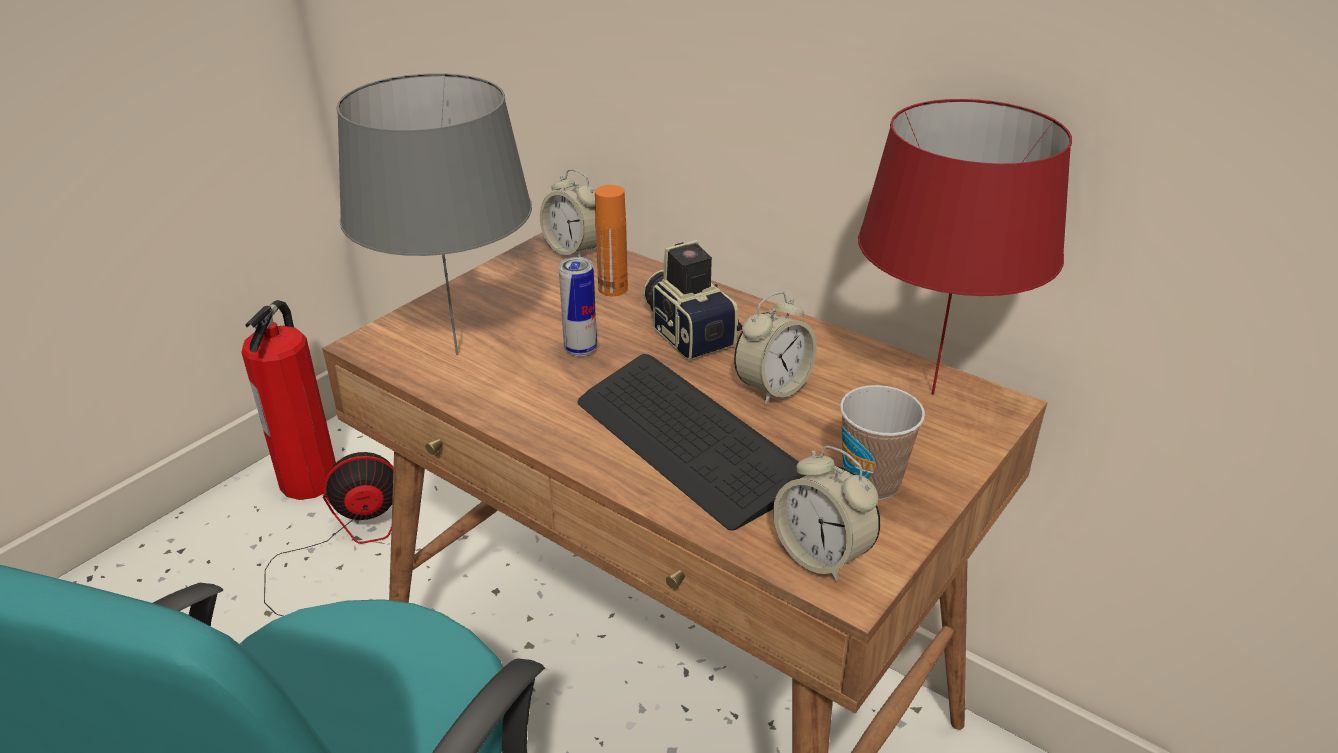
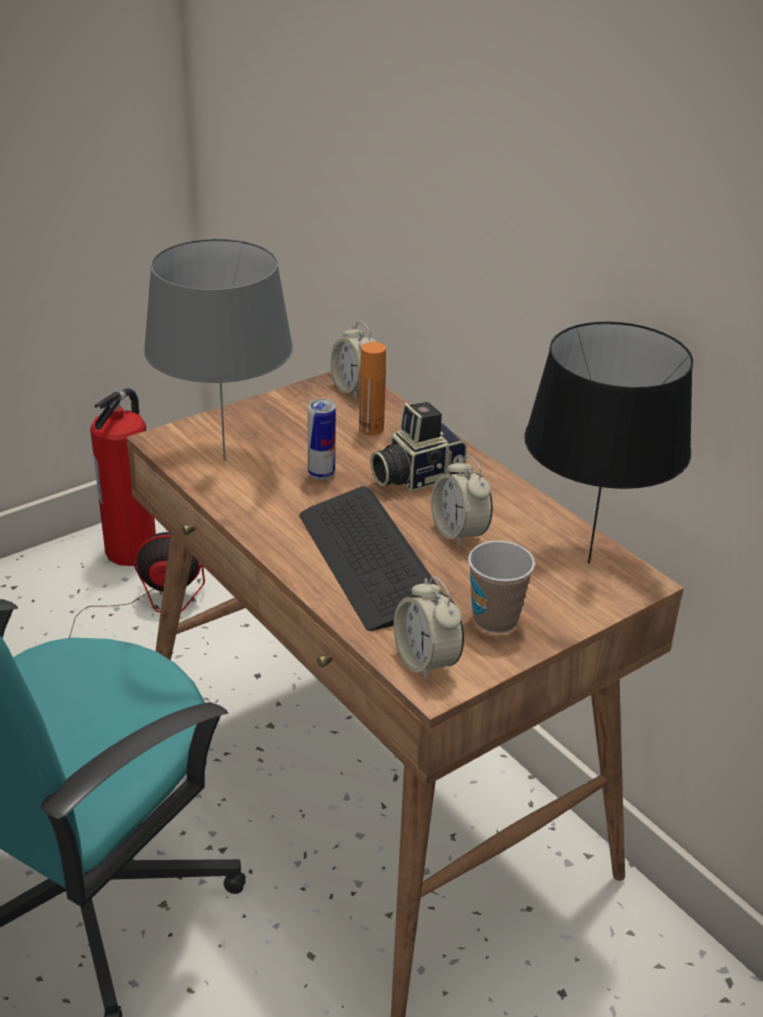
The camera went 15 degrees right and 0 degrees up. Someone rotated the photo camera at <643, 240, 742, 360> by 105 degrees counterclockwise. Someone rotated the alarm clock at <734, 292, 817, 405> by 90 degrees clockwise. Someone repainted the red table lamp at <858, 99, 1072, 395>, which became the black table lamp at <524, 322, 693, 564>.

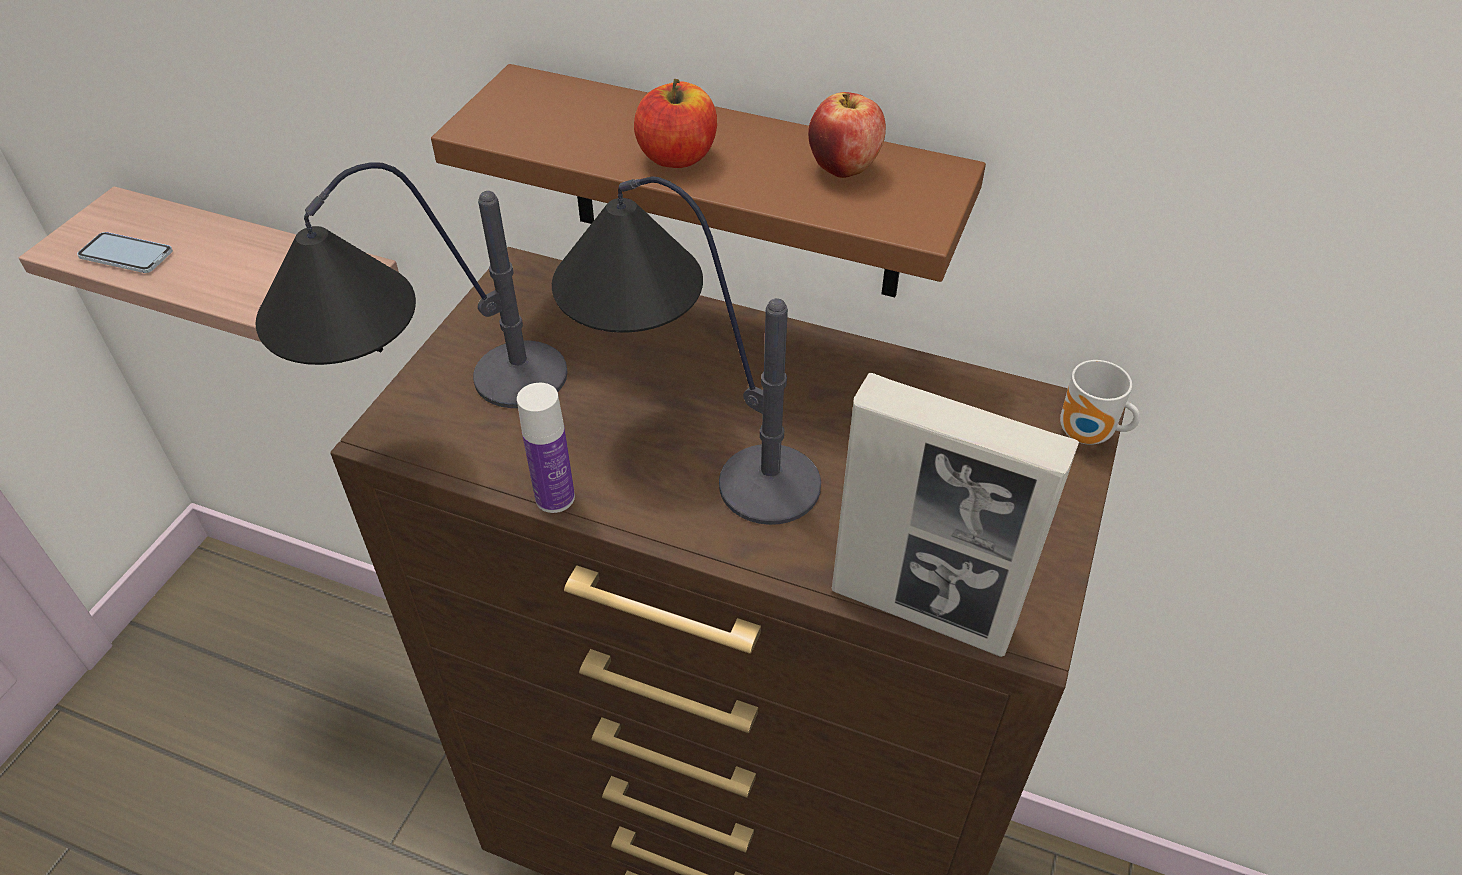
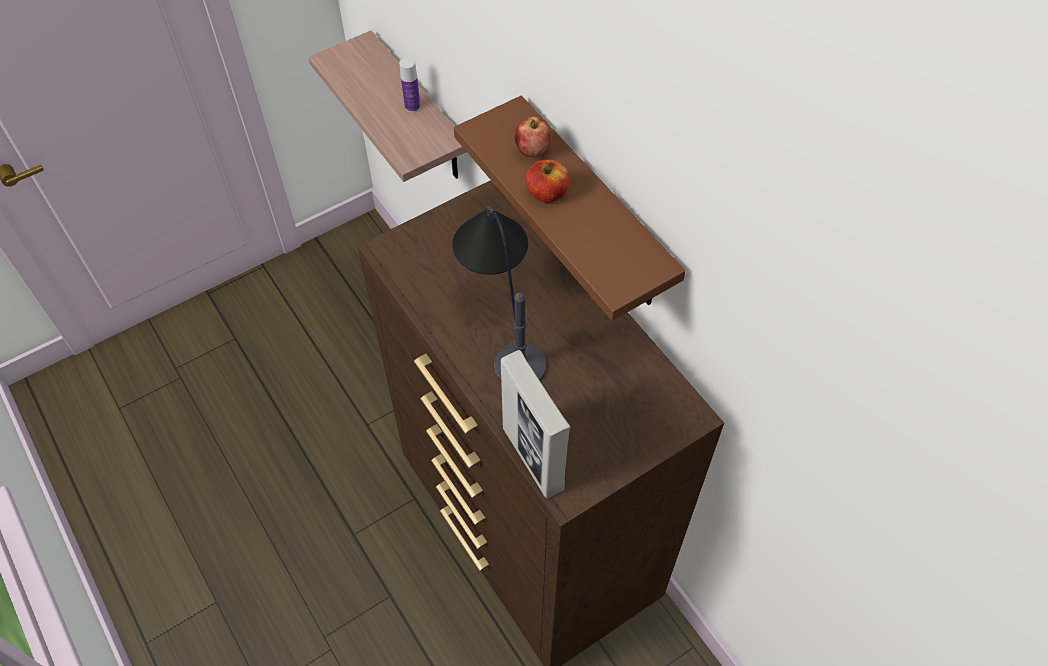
The camera went 35 degrees right and 10 degrees up. Someone carried the bottle from <517, 383, 575, 513> to <399, 57, 421, 112>. Someone carried the apple from <808, 92, 886, 178> to <515, 117, 552, 157>. Someone took away the phone at <77, 232, 173, 273>. Someone took away the table lamp at <256, 162, 568, 408>. Someone took away the mug at <1060, 360, 1140, 445>.

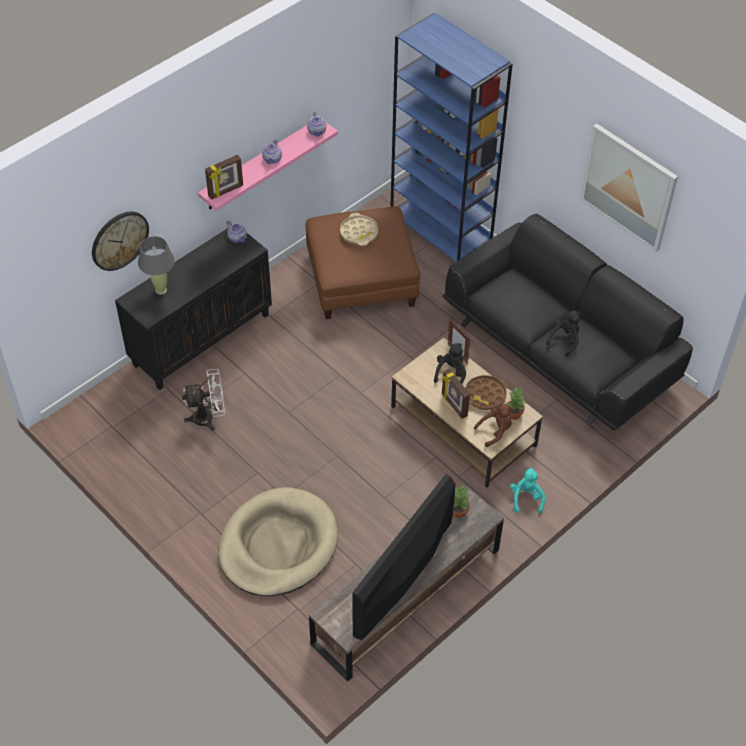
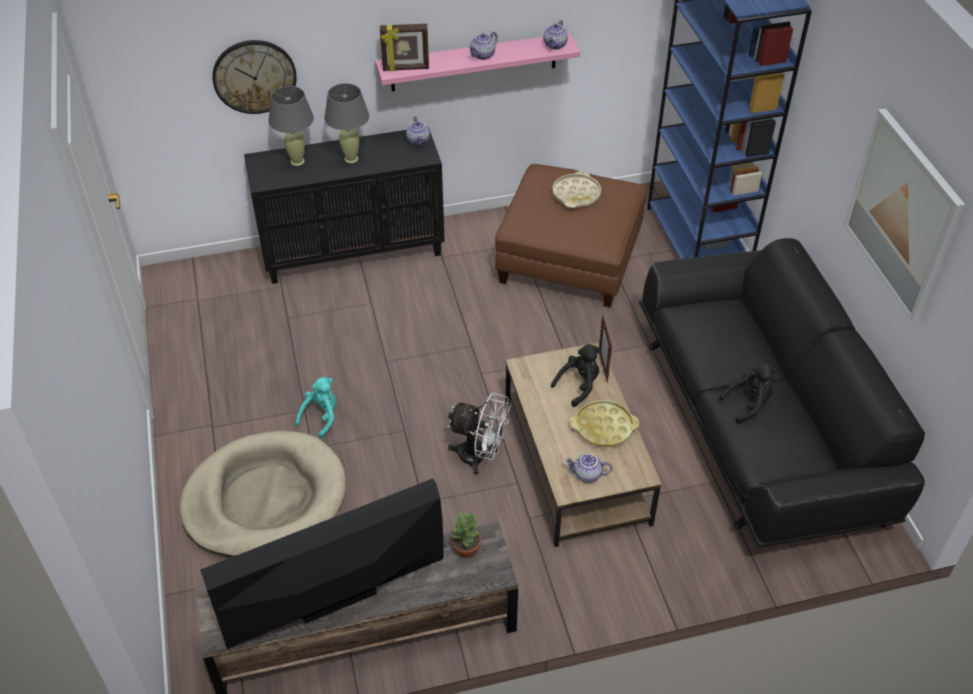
The camera went 30 degrees right and 5 degrees down. Someone carried the turquoise plush toy from <510, 467, 545, 514> to <295, 377, 337, 438>. Someone put down the grey table lamp at <324, 83, 369, 163>. Someone carried the white fan from <182, 369, 225, 431> to <447, 393, 510, 475>. Someone swapped the brown plush toy at <474, 404, 514, 447> for the teapot at <565, 454, 612, 483>. Someone repainted the brown tray at <465, 375, 508, 410>, which became the yellow tray at <570, 400, 639, 447>. Someone took away the picture frame at <442, 369, 470, 419>. Someone took away the potted plant at <507, 387, 525, 420>.

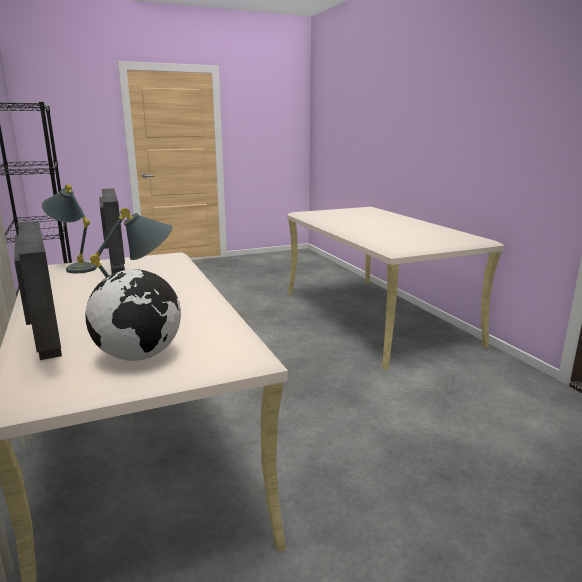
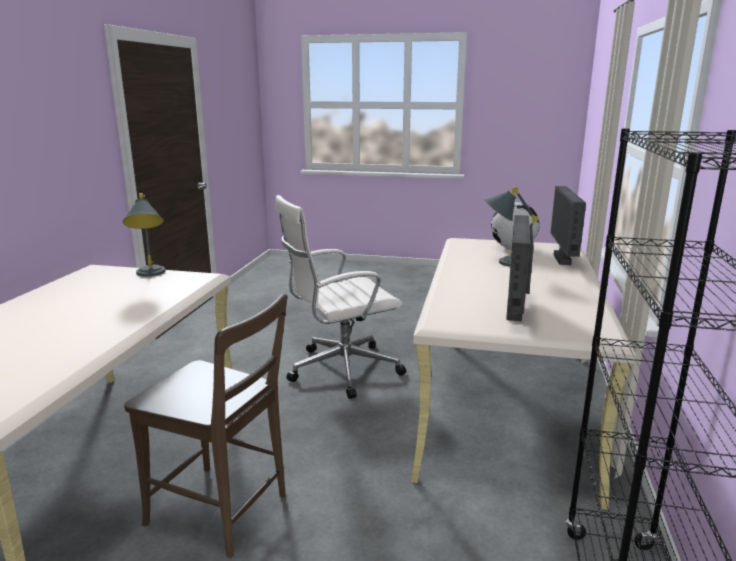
The camera went 145 degrees left and 0 degrees up. Someone carried the grey table lamp from <42, 184, 97, 273> to <123, 193, 165, 277>. Someone put down the brown chair at <124, 294, 287, 558>. Someone put down the white office chair at <275, 195, 406, 399>.

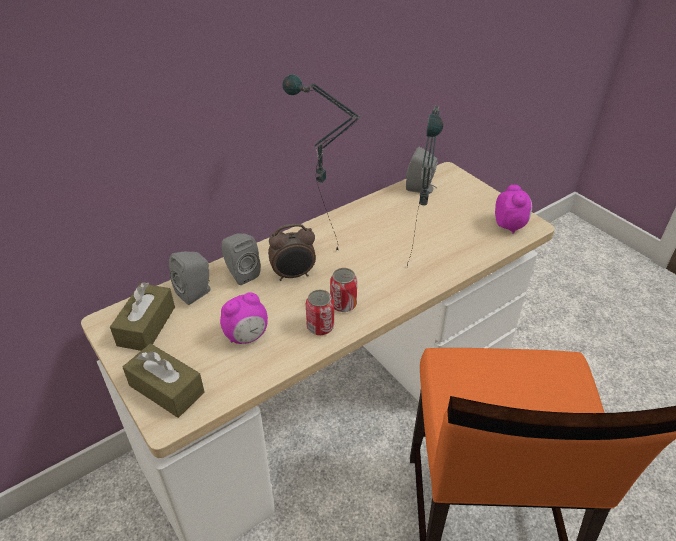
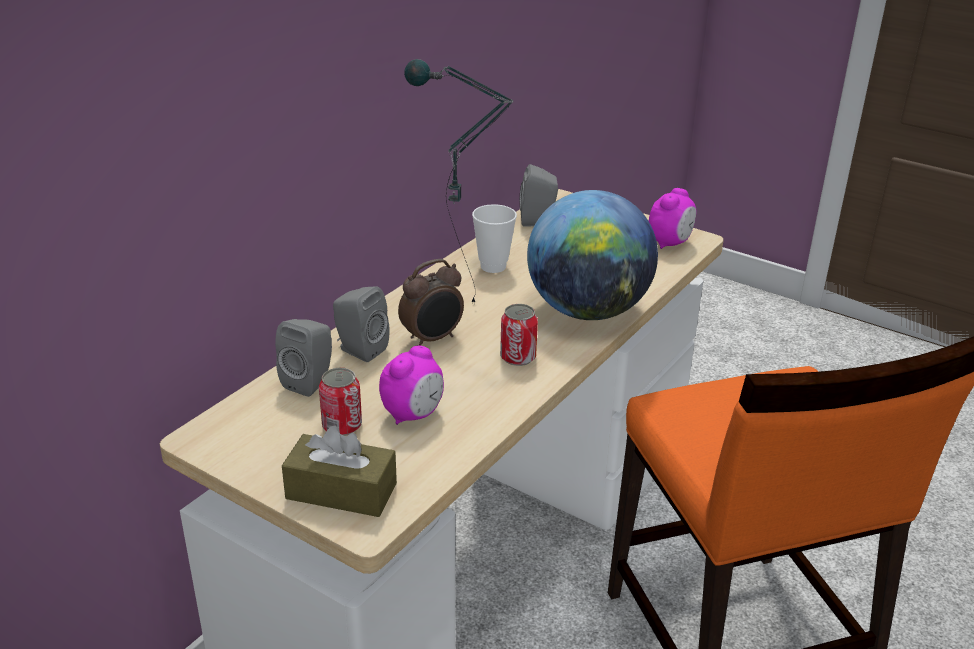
The camera went 20 degrees left and 10 degrees down. Someone carried the can from <306, 290, 334, 335> to <319, 368, 362, 436>. Someone put down the cup at <472, 204, 517, 273>. Someone swapped the table lamp at <407, 106, 443, 266> for the globe at <527, 190, 658, 320>. Someone rotated the alarm clock at <495, 185, 532, 234> by 60 degrees clockwise. Someone took away the brown tissue box at <110, 282, 175, 351>.

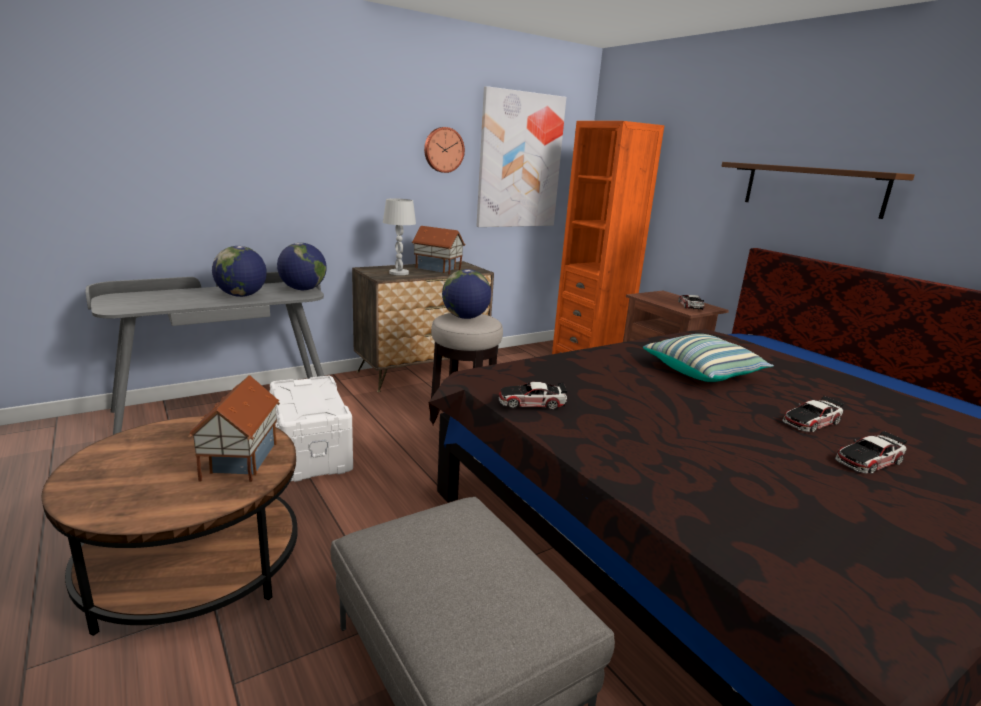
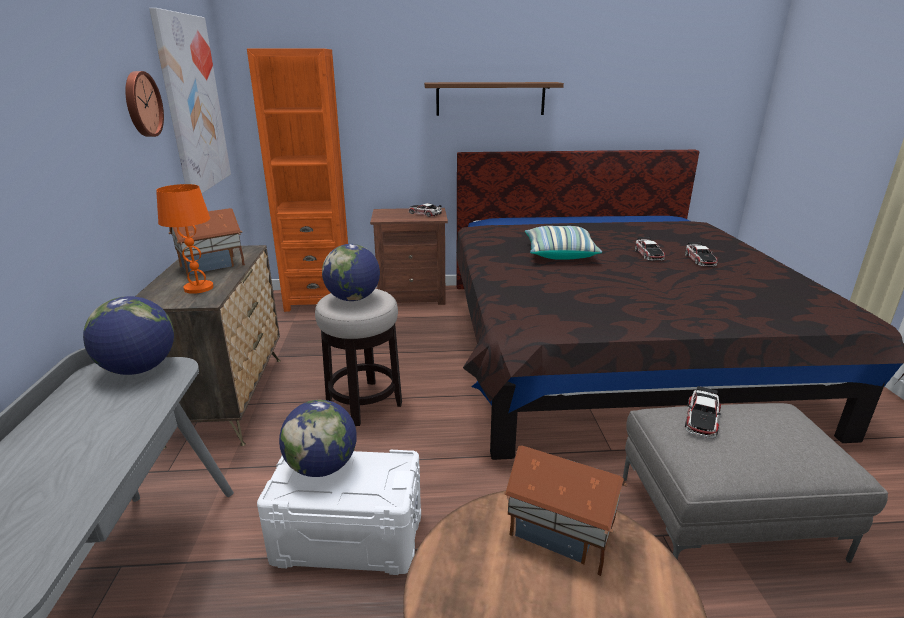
The camera went 60 degrees left and 5 degrees up. Someone repainted the white table lamp at <383, 198, 416, 275>, which became the orange table lamp at <156, 184, 214, 294>. Someone carried the globe from <212, 246, 267, 297> to <279, 400, 357, 477>. Someone carried the toy car from <499, 382, 567, 410> to <685, 386, 721, 438>.

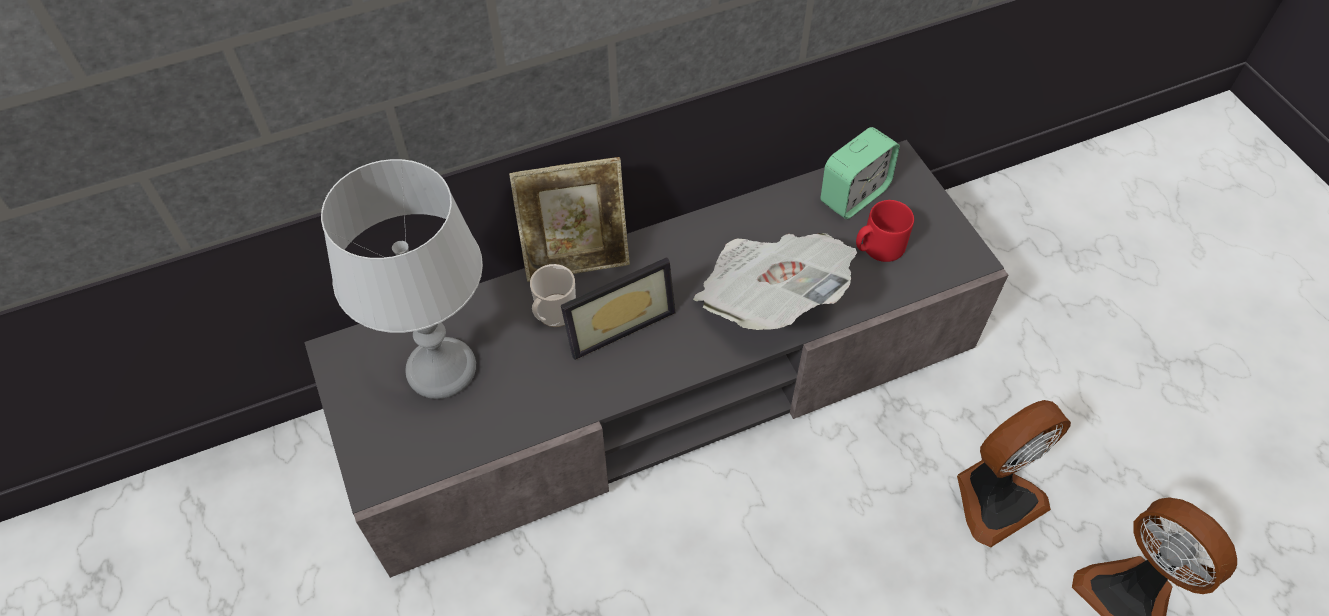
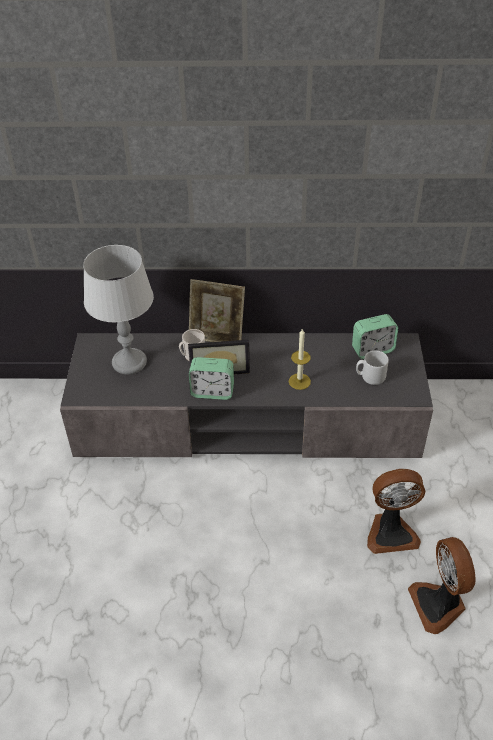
The camera went 25 degrees right and 10 degrees down. Someone put down the alarm clock at <189, 357, 234, 400>. Someone swapped the newspaper at <693, 233, 857, 330> for the candle at <289, 329, 311, 390>. Someone repainted the red mug at <856, 200, 914, 262>, which became the grey mug at <356, 351, 389, 385>.

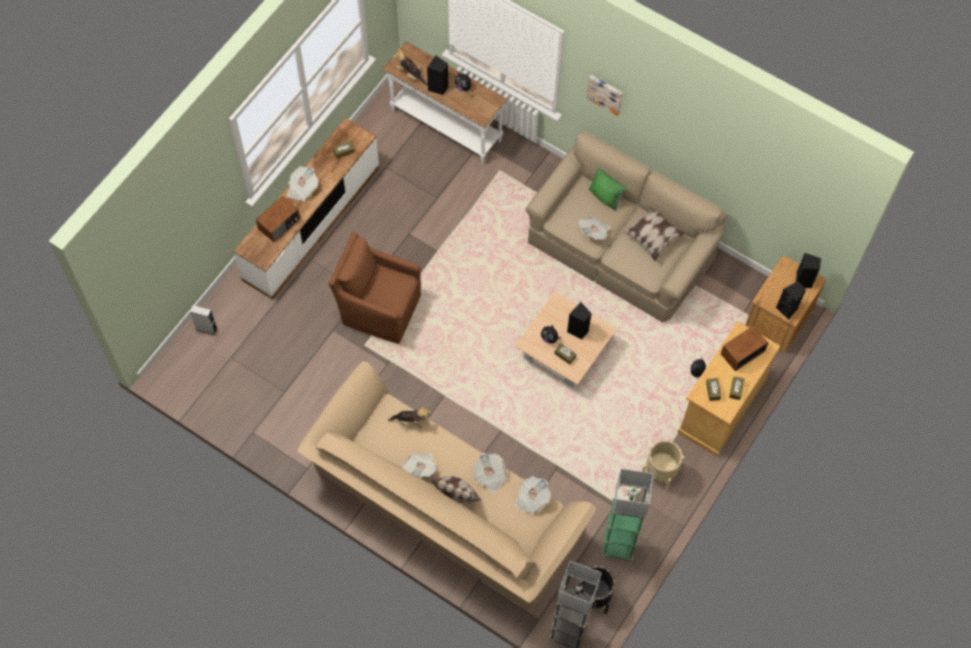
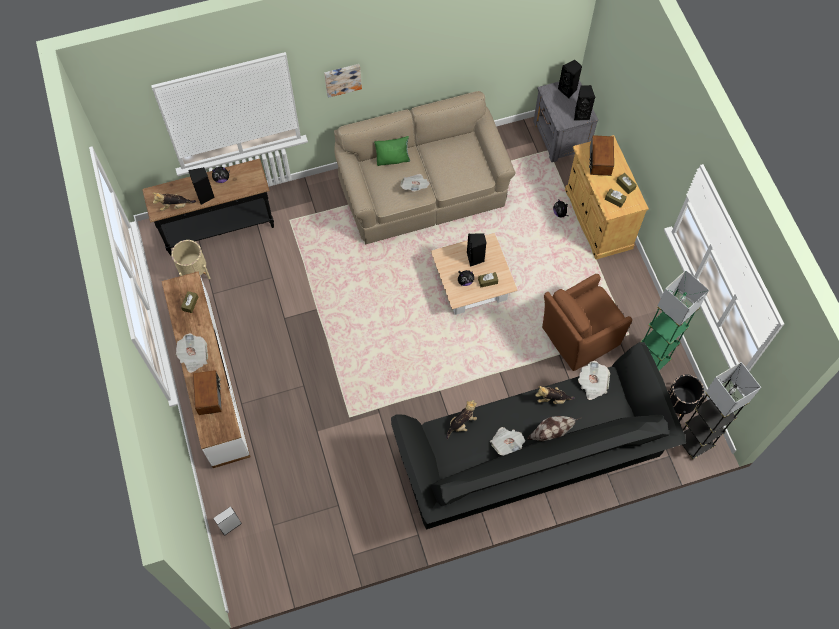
The camera went 50 degrees left and 0 degrees up. Someone repainted the white console table at <383, 41, 507, 164>, which became the black console table at <142, 159, 274, 255>. Someone carried the beige planter from <642, 440, 684, 491> to <171, 240, 210, 279>. Someone repainted the beige sofa at <297, 361, 596, 611>, which became the black sofa at <391, 342, 686, 530>. Someone repainted the brown nightstand at <745, 255, 827, 353>, which became the grey nightstand at <534, 80, 598, 162>. Someone swapped the newspaper at <473, 453, 508, 493> for the plush toy at <535, 386, 575, 404>. Someone carried the brown armchair from <329, 232, 421, 344> to <542, 274, 632, 371>. Someone took away the pillow at <622, 206, 686, 261>.

